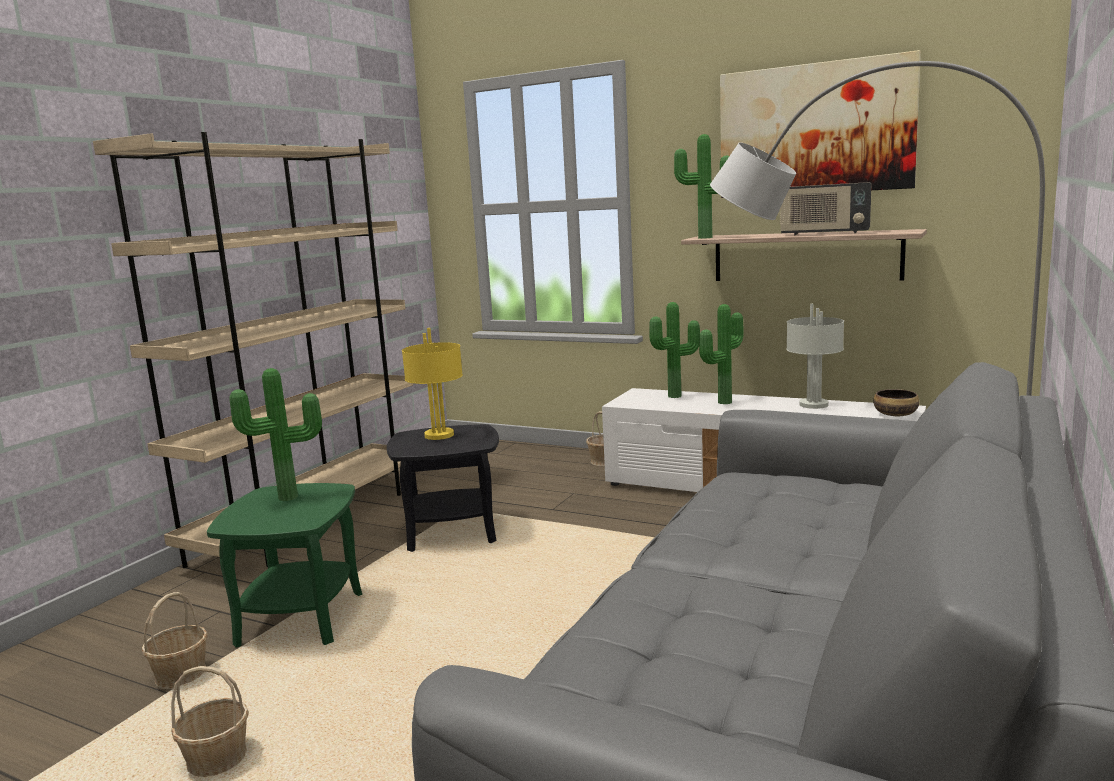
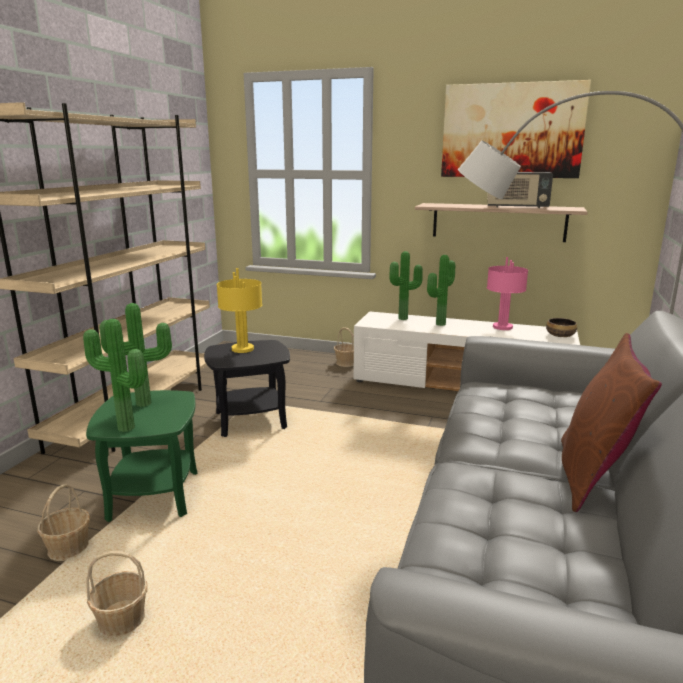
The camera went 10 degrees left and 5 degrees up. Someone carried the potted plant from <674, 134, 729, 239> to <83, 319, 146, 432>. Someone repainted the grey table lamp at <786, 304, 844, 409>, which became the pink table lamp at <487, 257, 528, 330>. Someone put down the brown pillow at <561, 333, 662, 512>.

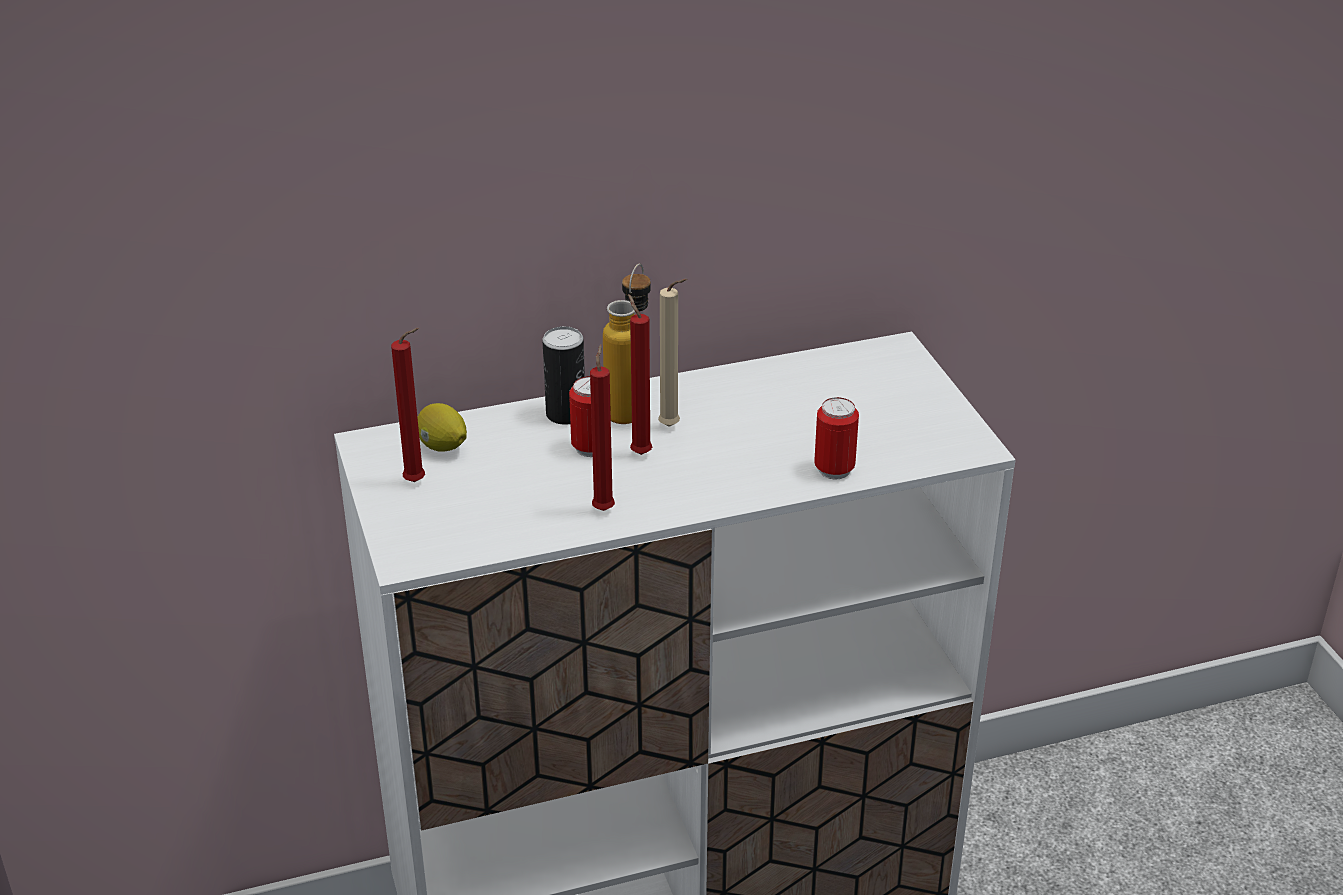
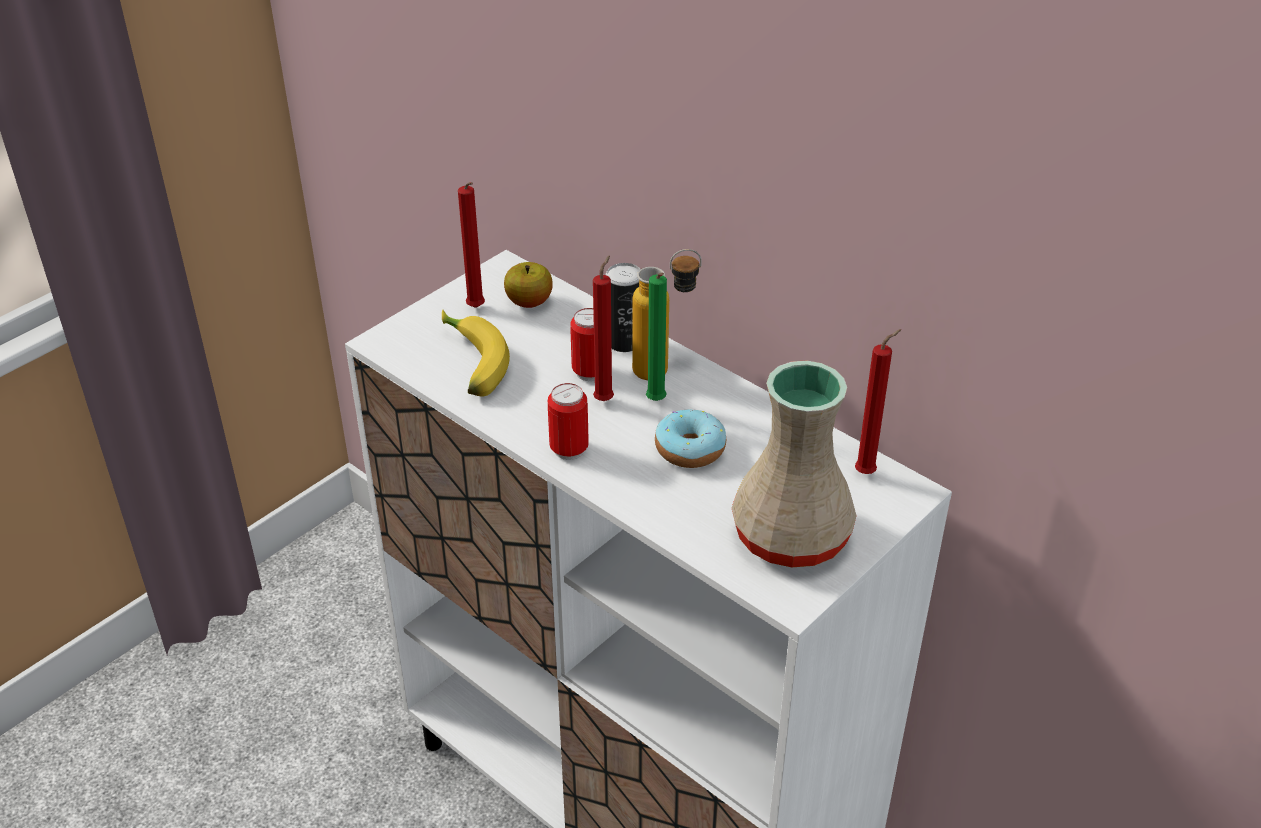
The camera went 60 degrees right and 5 degrees up. Someone put down the banana at <442, 310, 510, 396>. Someone swapped the lemon at <417, 403, 467, 452> for the apple at <504, 262, 553, 308>. Someone carried the can from <814, 397, 859, 479> to <548, 383, 589, 460>. Someone repainted the beige candle at <658, 279, 688, 427>, which became the green candle at <646, 273, 667, 401>. Someone put down the donut at <655, 409, 726, 468>. Someone put down the beige vase at <732, 360, 857, 567>. Someone carried the red candle from <590, 344, 615, 511> to <855, 329, 901, 474>.

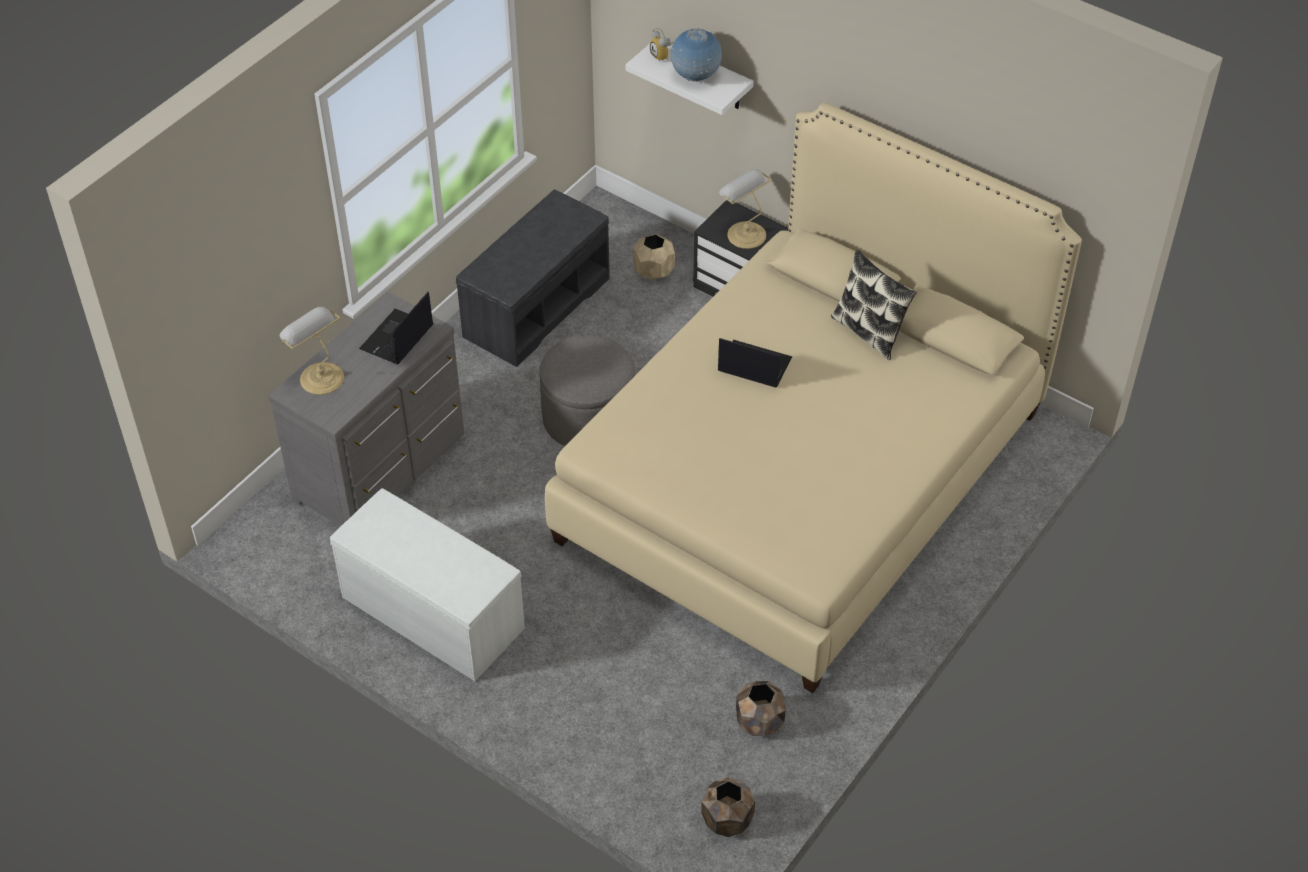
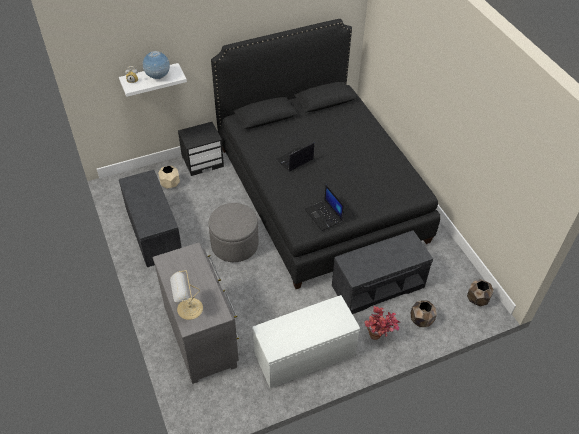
The camera went 60 degrees left and 0 degrees up. Someone repainted the beige bed at <545, 103, 1082, 693>, which became the black bed at <211, 19, 441, 289>. Someone carried the laptop from <359, 292, 433, 364> to <305, 185, 344, 231>. Someone put down the grey bench at <332, 230, 433, 314>. Someone put down the potted plant at <364, 306, 400, 340>. Someone carried the brown planter from <736, 681, 786, 736> to <411, 300, 437, 327>. Someone took away the table lamp at <719, 169, 772, 249>. Someone took away the pillow at <831, 250, 917, 360>.

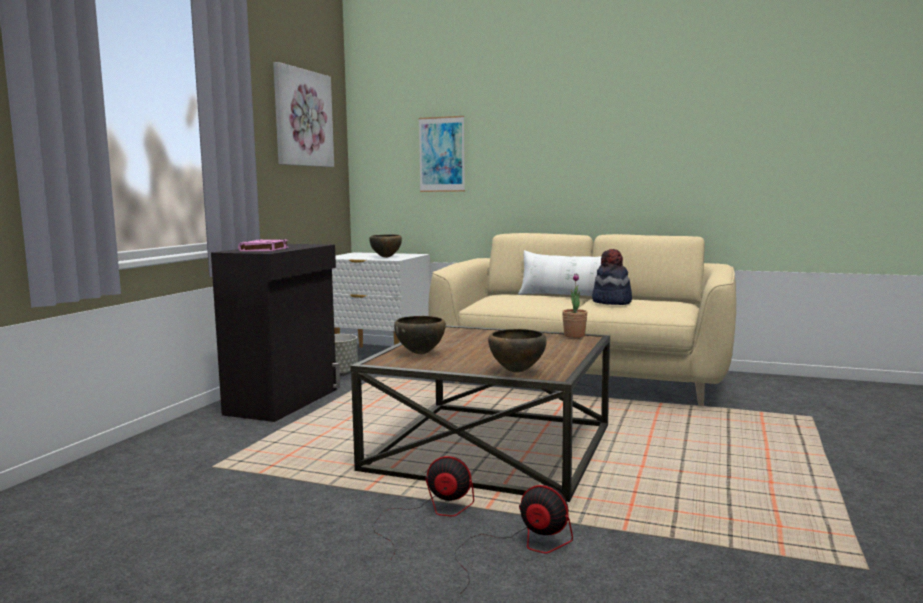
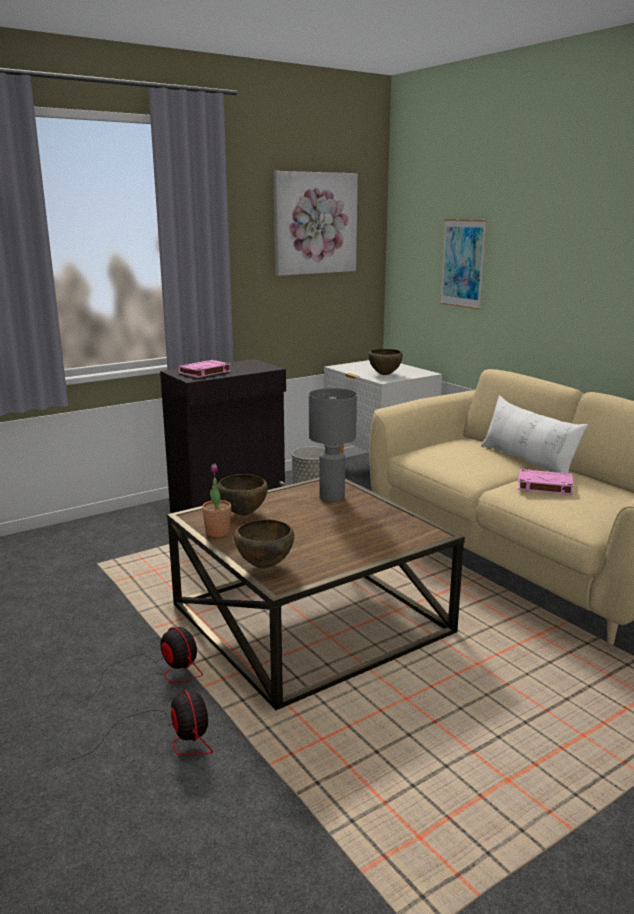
The camera went 35 degrees right and 10 degrees up. Someone carried the potted plant from <562, 274, 588, 338> to <202, 464, 231, 537>. Someone put down the grey table lamp at <309, 388, 357, 502>. Someone swapped the hat at <592, 249, 632, 305> for the pink book at <518, 469, 574, 495>.

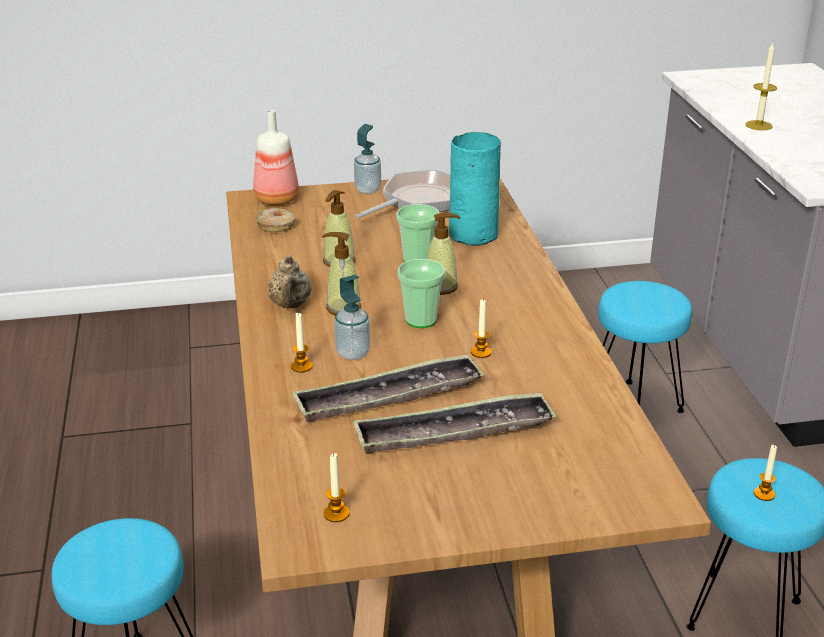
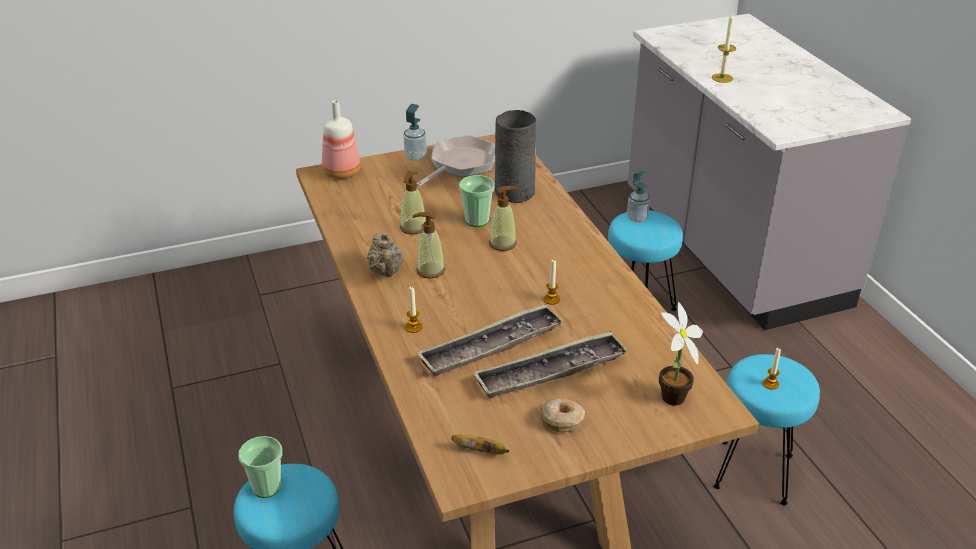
The camera went 10 degrees left and 5 degrees up. Someone carried the cup from <398, 259, 445, 328> to <239, 436, 282, 498>. Someone swapped the candle at <324, 453, 349, 522> for the banana at <452, 435, 509, 455>. Someone repainted the turquoise vase at <449, 132, 501, 246>, which became the grey vase at <495, 110, 536, 203>. Someone carried the donut from <255, 208, 295, 232> to <541, 398, 585, 433>. Someone carried the soap dispenser from <334, 275, 370, 360> to <627, 171, 650, 223>. Someone put down the potted plant at <659, 302, 703, 406>.

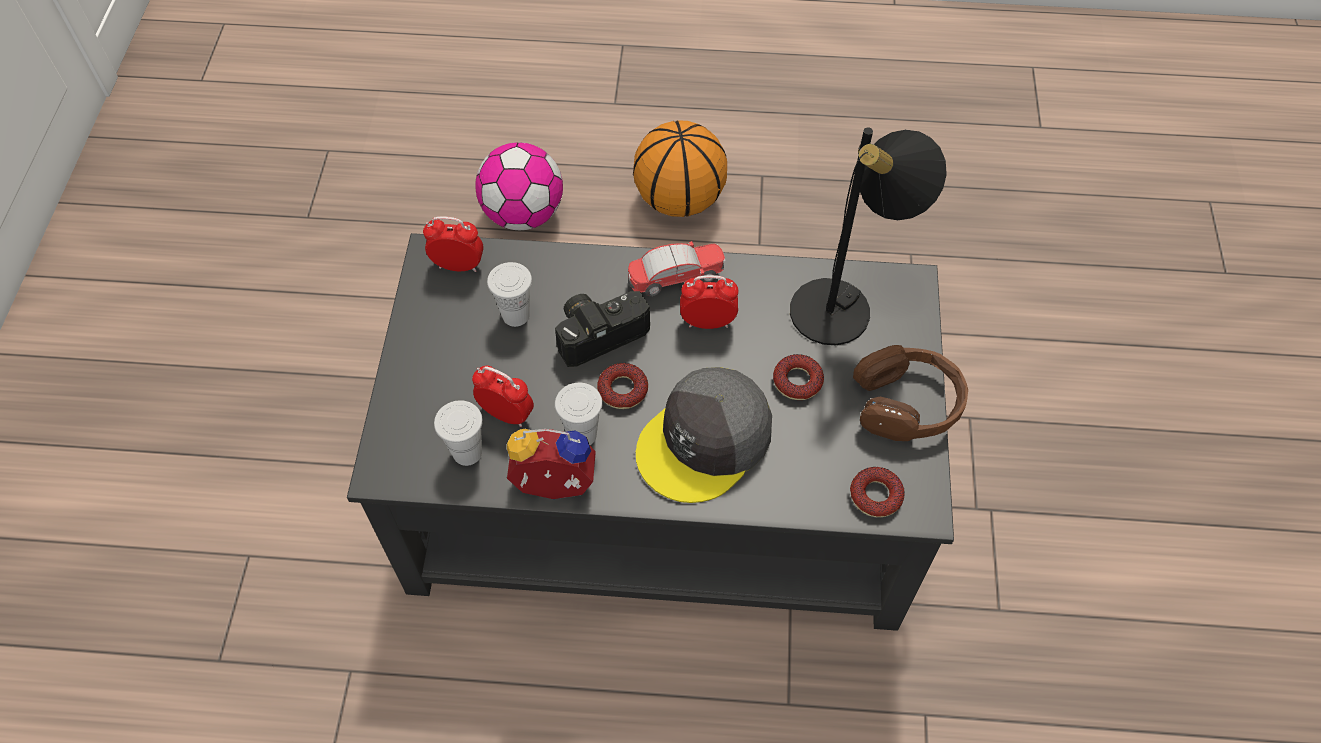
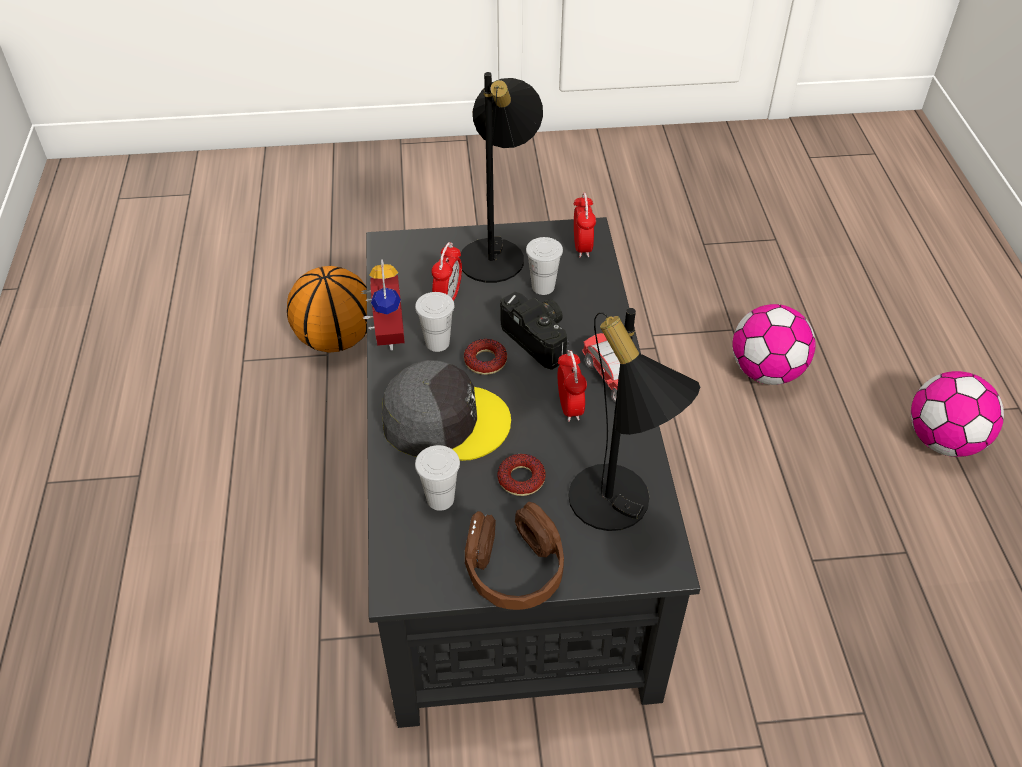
The camera went 80 degrees right and 10 degrees down. Someone carried the basketball from <633, 120, 727, 217> to <287, 266, 367, 353>. Someone rotated the grey cap at <636, 367, 772, 503> by 150 degrees clockwise. Someone carried the white cup from <434, 400, 483, 466> to <415, 445, 460, 511>. Someone put down the black table lamp at <459, 72, 543, 283>. Someone put down the football at <911, 371, 1004, 457>. Someone took away the donut at <850, 467, 905, 517>.

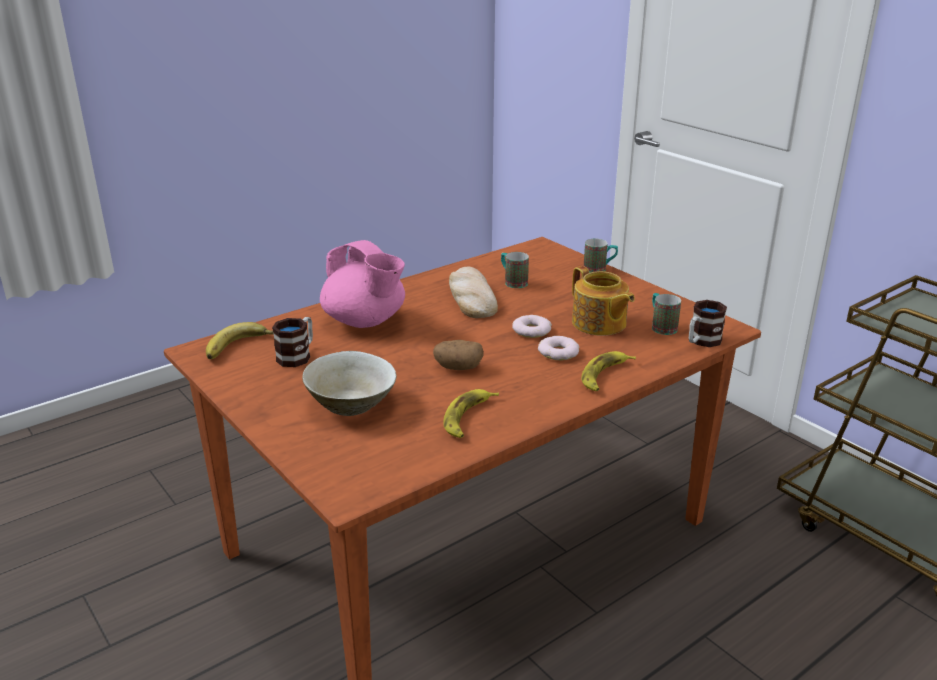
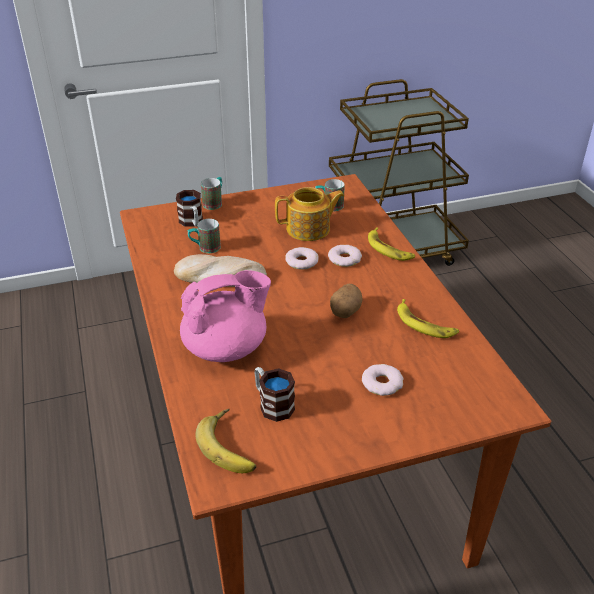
The camera went 70 degrees left and 10 degrees up. Someone carried the mug from <689, 300, 727, 347> to <176, 190, 203, 227>. Someone swapped the beige bowl at <302, 351, 396, 416> for the donut at <362, 364, 404, 396>.

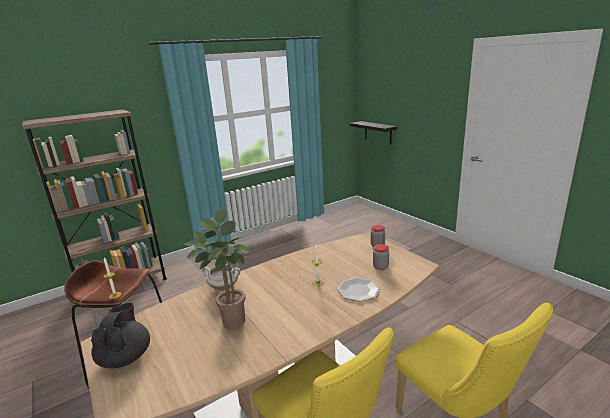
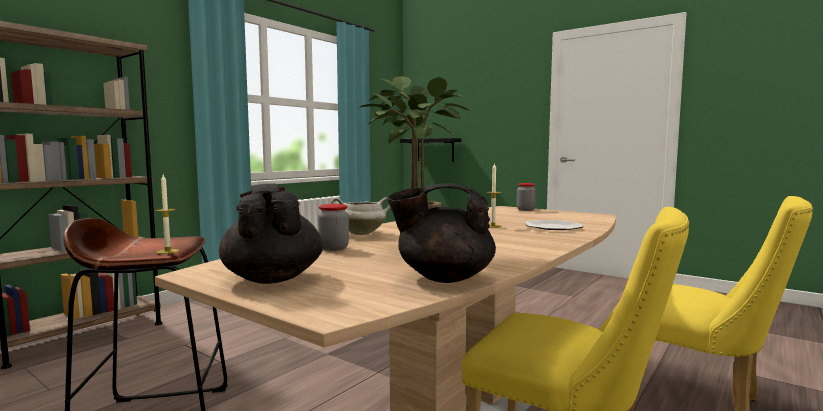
The camera went 20 degrees left and 15 degrees down. Someone carried the jar from <373, 244, 389, 270> to <318, 204, 349, 251>. Someone put down the black teapot at <387, 183, 496, 283>.

